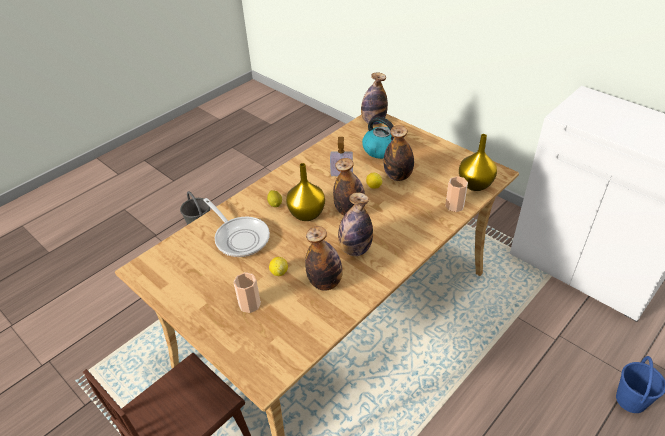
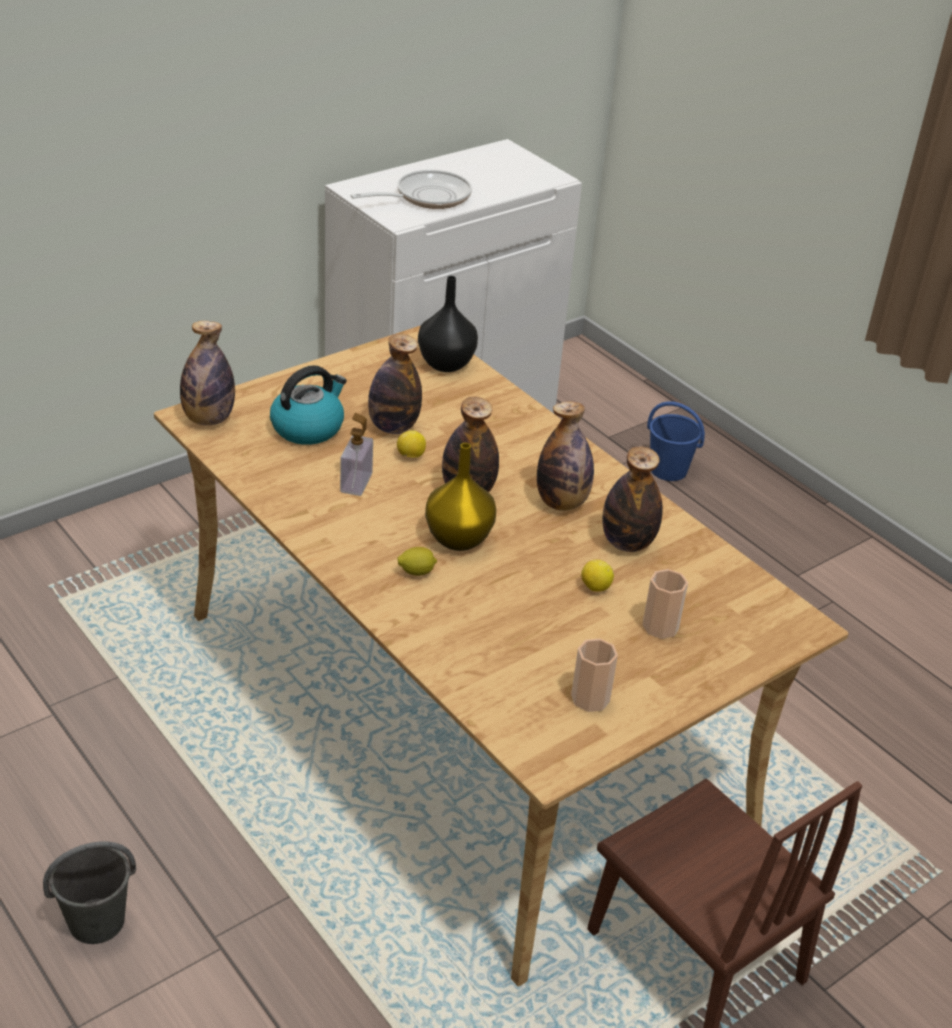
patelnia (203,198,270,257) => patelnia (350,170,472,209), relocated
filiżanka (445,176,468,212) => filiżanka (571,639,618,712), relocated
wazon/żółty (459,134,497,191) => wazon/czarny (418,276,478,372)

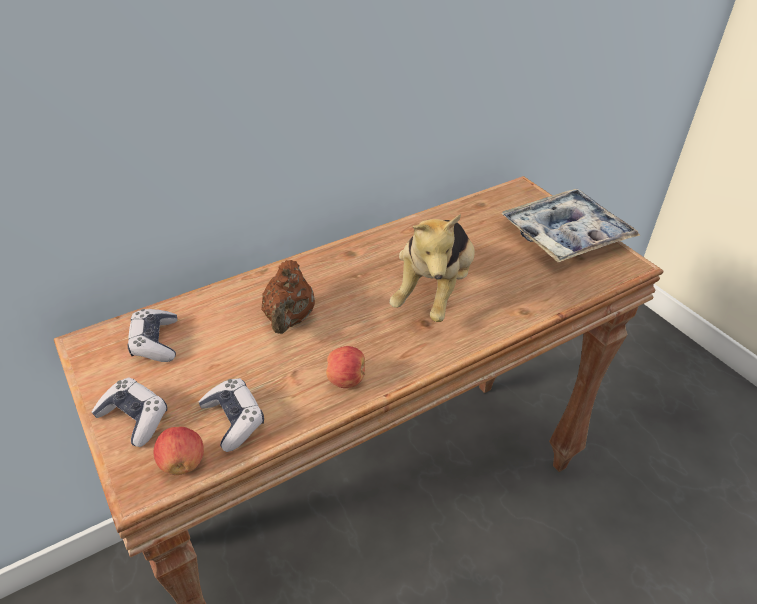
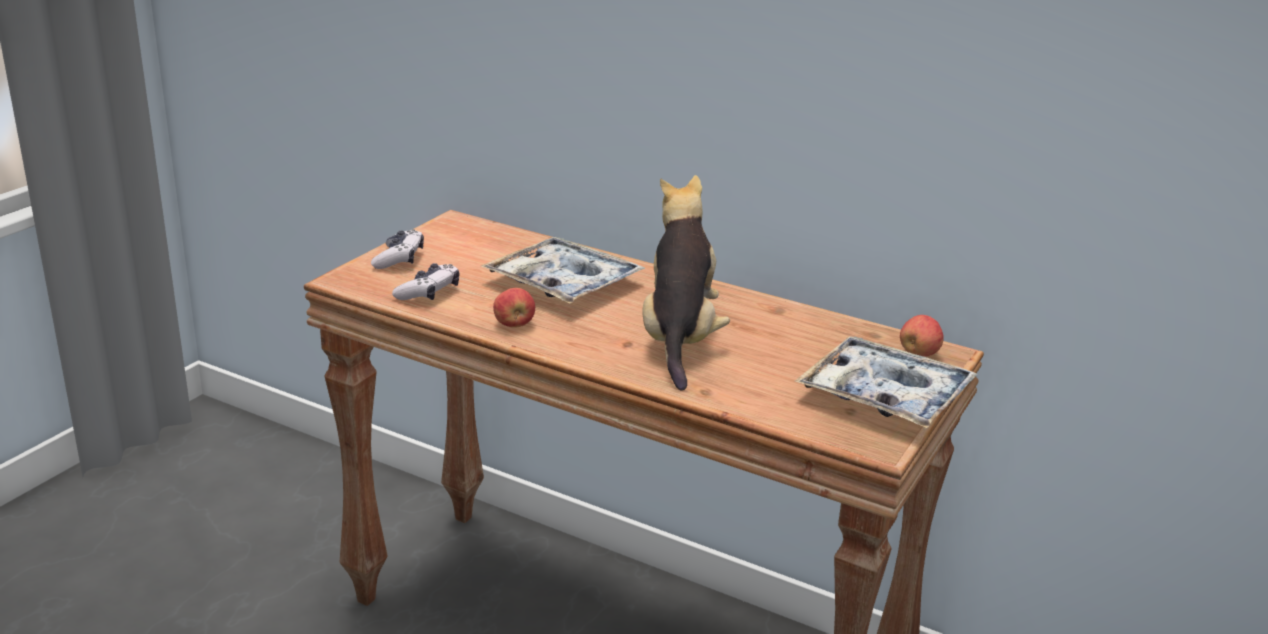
pad do gier (128,309,177,362) => nothing
jabłko (154,427,204,475) => jabłko (900,315,944,356), relocated
imbryk/brązowy (261,260,315,334) => taca (481,237,645,304)
pluszak (390,214,475,322) => pluszak (642,175,730,391), 105 degrees clockwise

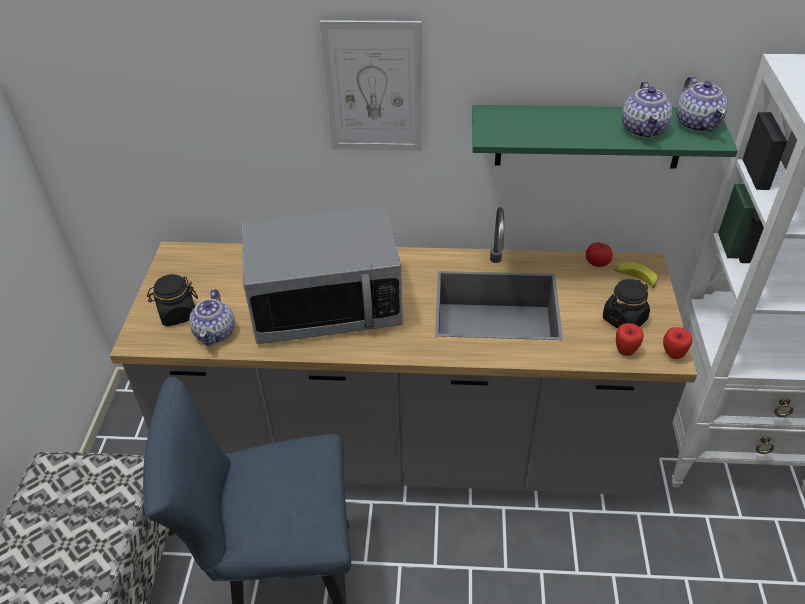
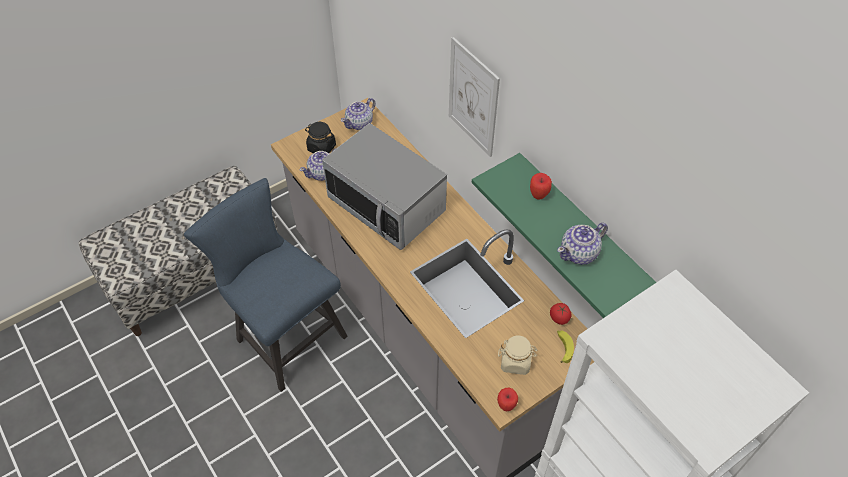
jabłko (616,323,644,356) => jabłko (530,173,552,200), relocated
imbryk (676,76,728,132) => imbryk (341,98,376,130), relocated
słoik/czarny (603,279,650,328) => słoik/beżowy (498,336,538,375)

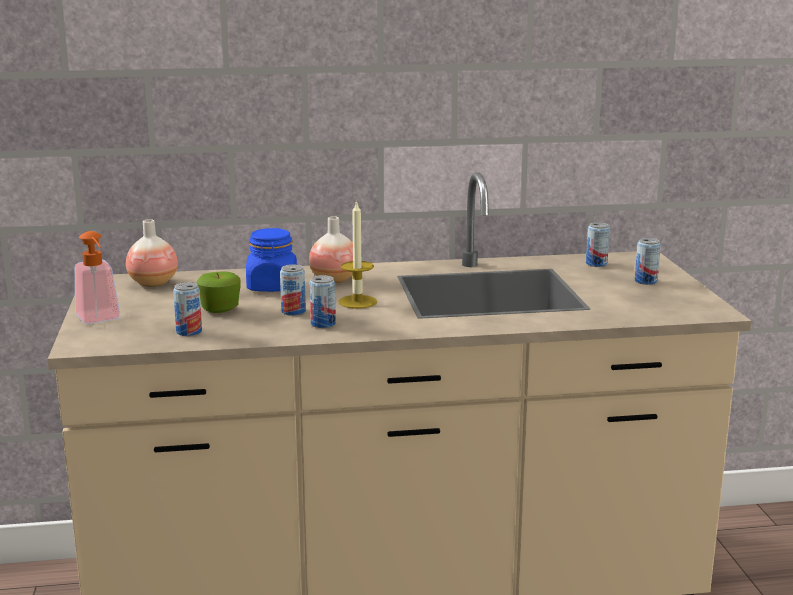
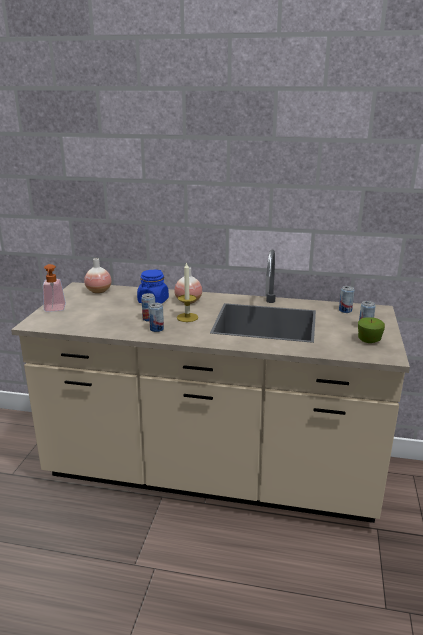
puszka (173,282,202,336) => nothing
jabłko (197,271,241,313) => jabłko (358,317,385,343), relocated

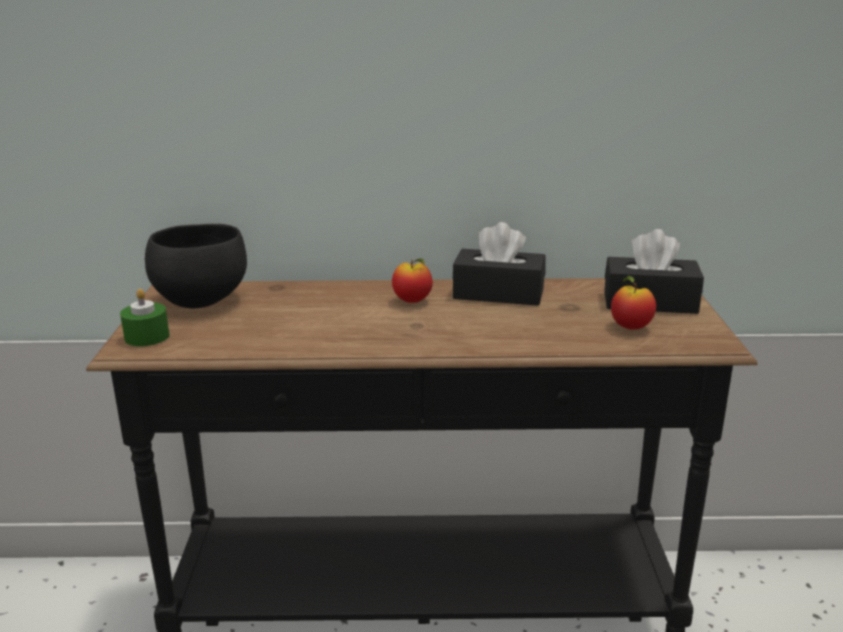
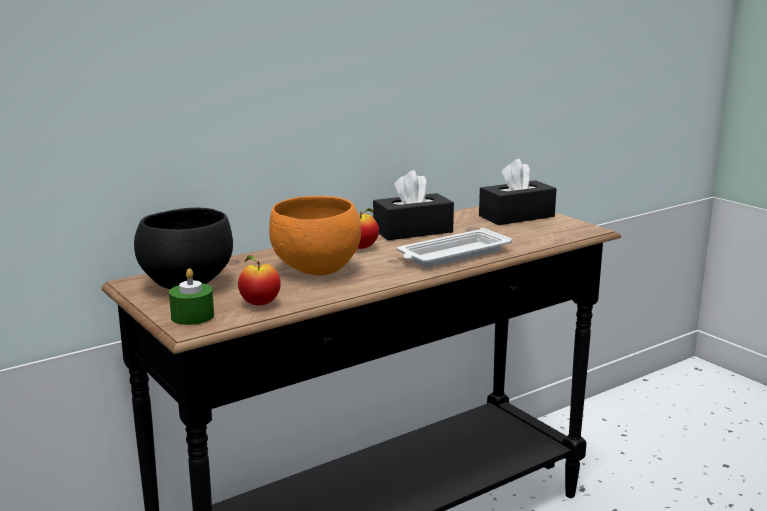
nothing => miska/pomarańczowy (269,196,361,276)
nothing => taca/biały (397,228,512,268)
jabłko (611,276,656,330) => jabłko (238,255,281,305), relocated

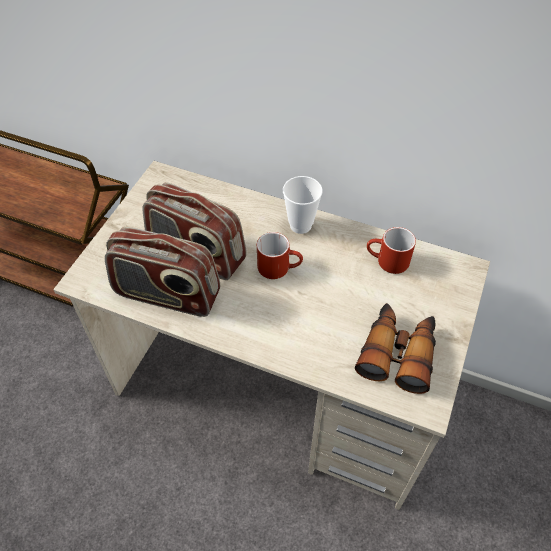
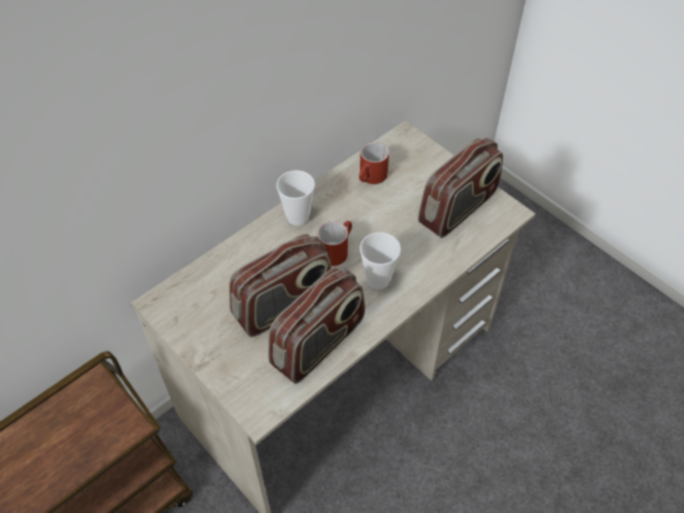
nothing => filiżanka (360,232,401,289)
lornetka (355,303,436,394) => radio (418,138,504,238)

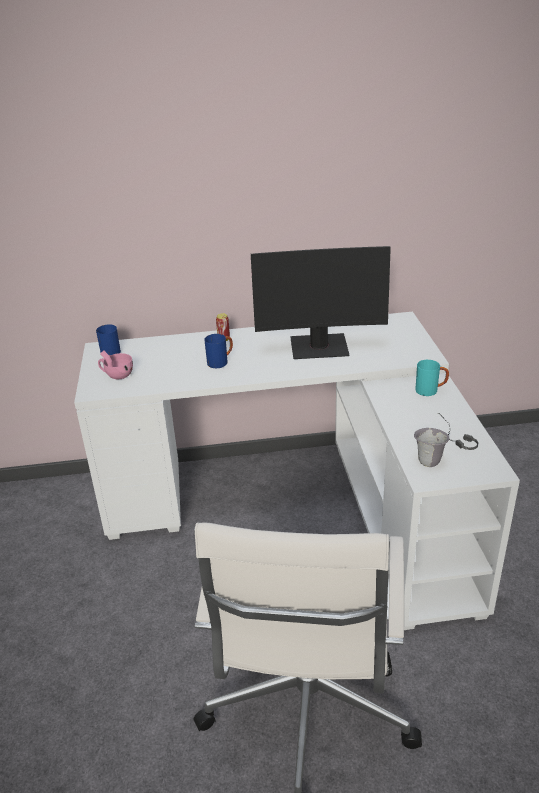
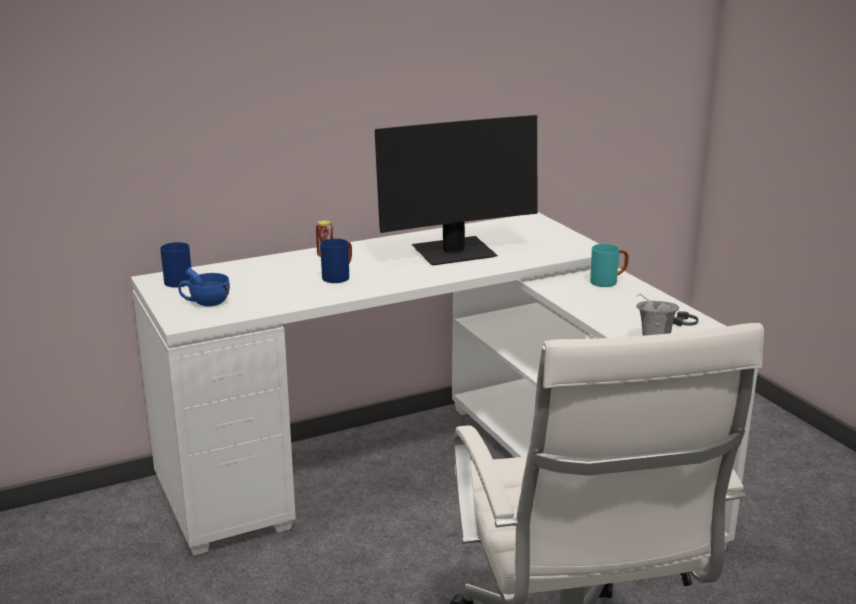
filiżanka/różowy (98,351,133,379) => filiżanka/niebieski (178,267,230,306)

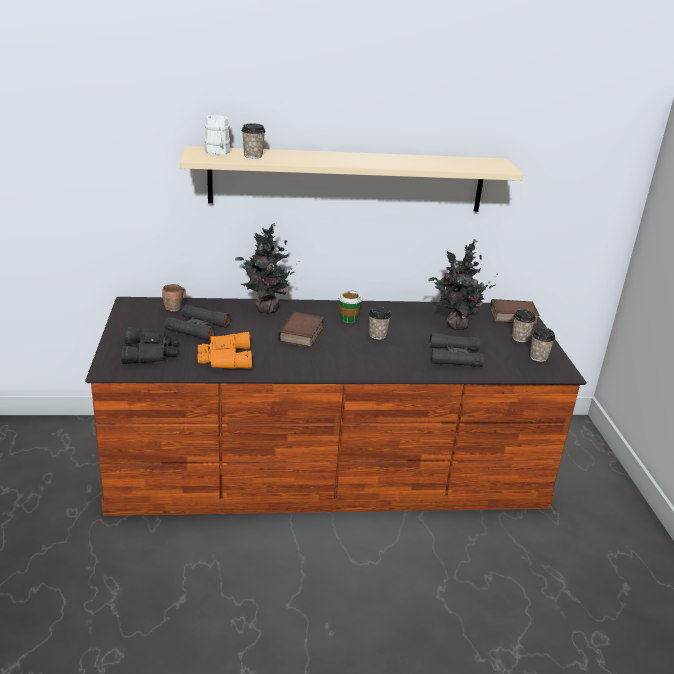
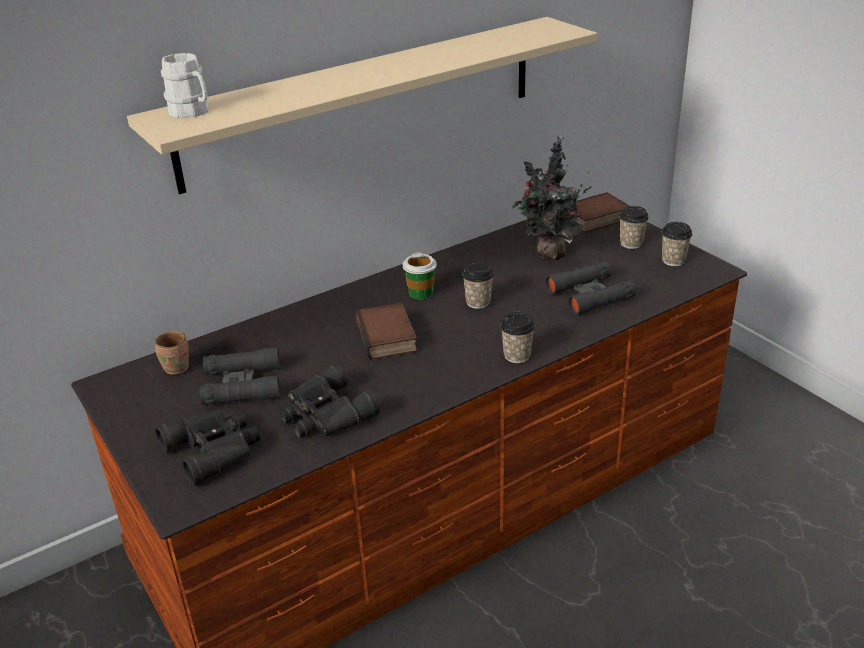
roślina doniczkowa (235,223,297,313) => nothing
filiżanka (242,123,266,158) => filiżanka (500,312,535,363), relocated
lornetka/pomarańczowy (198,332,252,369) => lornetka/czarny (279,363,380,438)

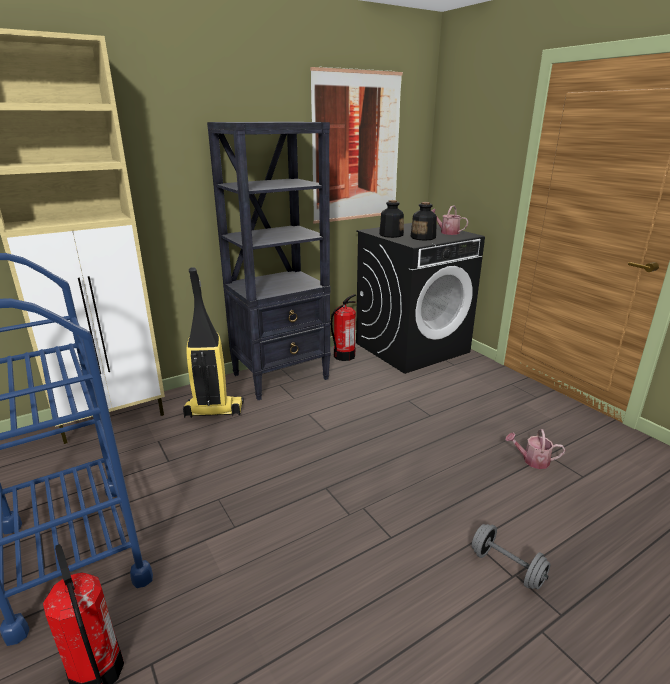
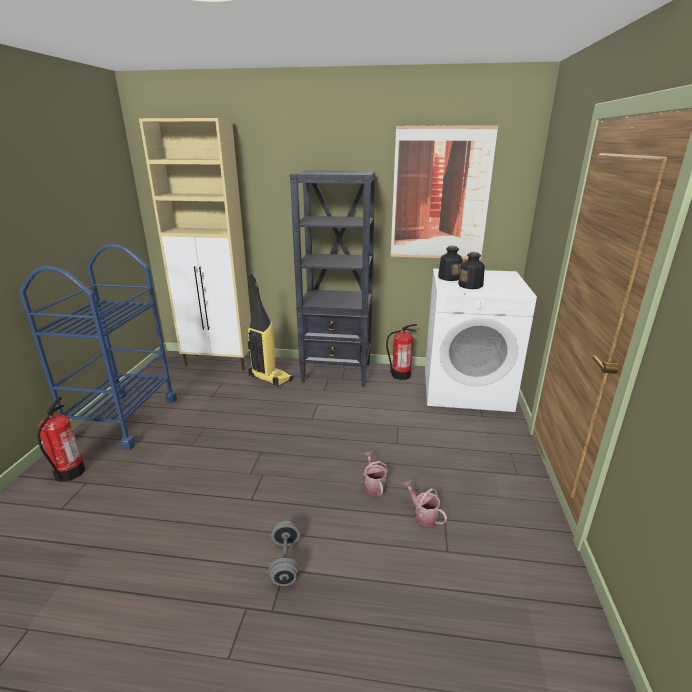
konewka (432,205,469,235) => konewka (364,452,388,496), relocated
pralka/czarny (356,223,485,374) => pralka/biały (425,269,537,412)

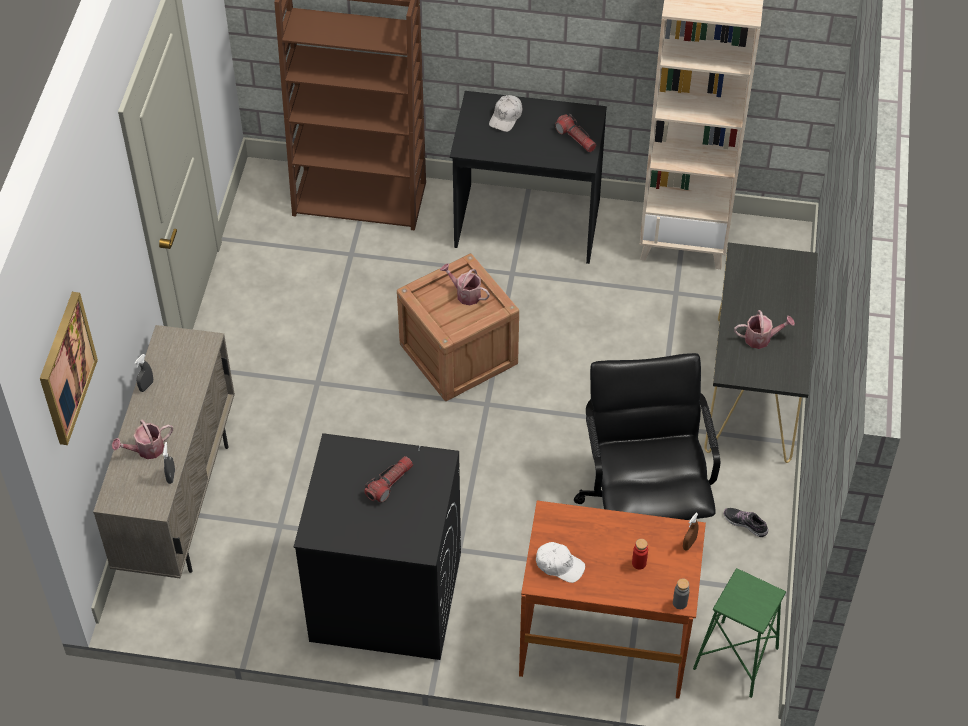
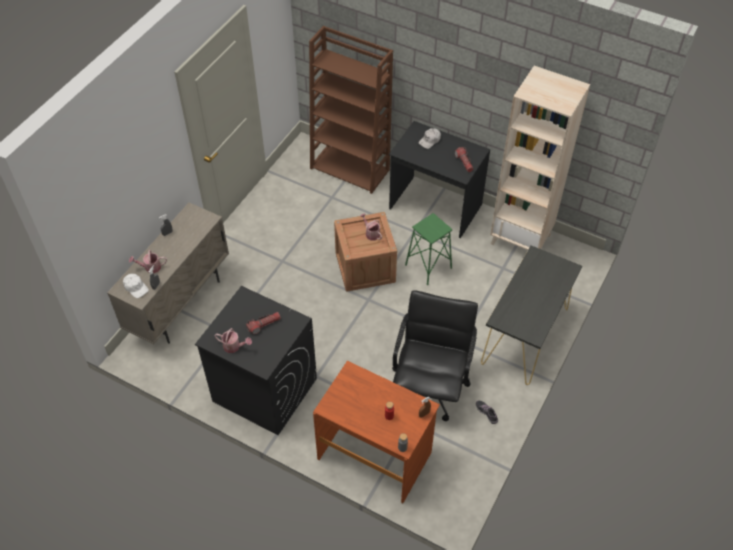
obraz (40,292,98,445) => nothing
czapka z daszkiem/biały (536,542,585,583) => czapka z daszkiem/biały (123,274,149,298), relocated
stołek/zielony (693,568,786,698) => stołek/zielony (405,213,453,285), relocated
konewka (734,310,795,349) => konewka (214,328,252,353), relocated

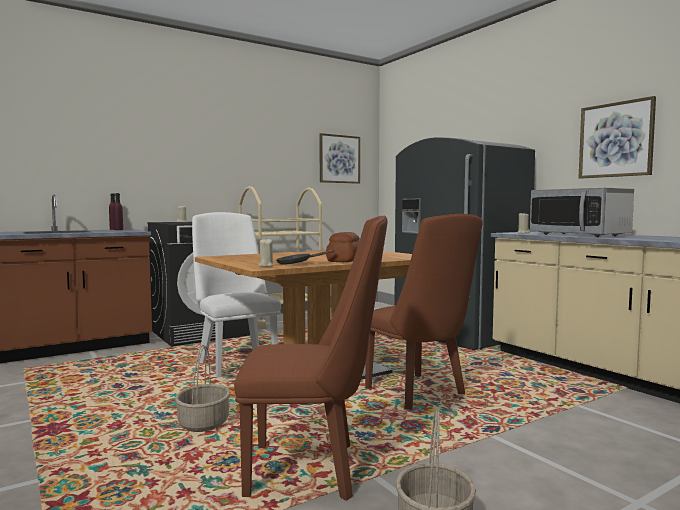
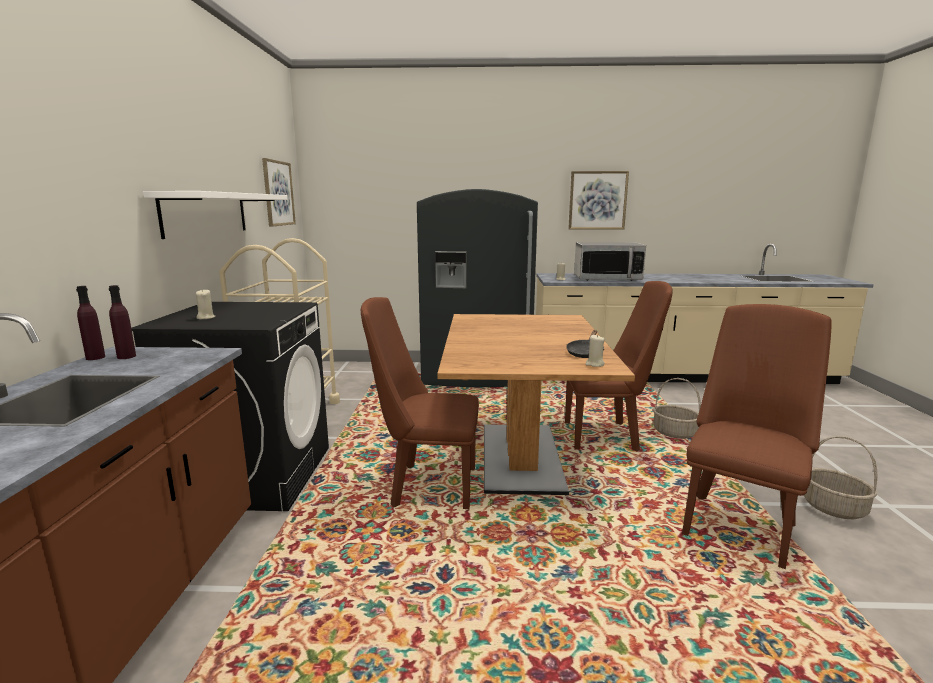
chleb (326,232,360,262) => nothing
nothing => półka/biały (143,191,287,239)
koszyk (175,345,230,432) => koszyk (653,378,701,439), relocated
krzesło/biały (192,212,281,378) => krzesło/brązowy (361,297,479,509)

